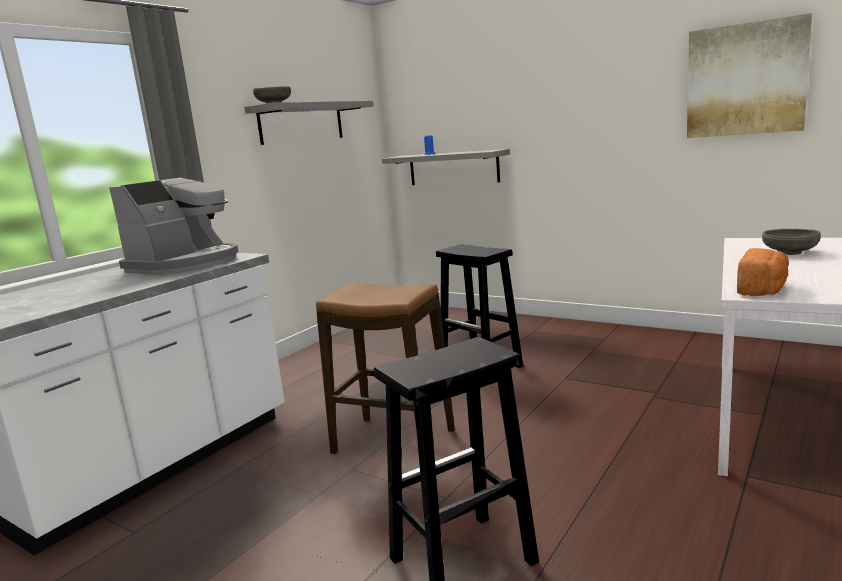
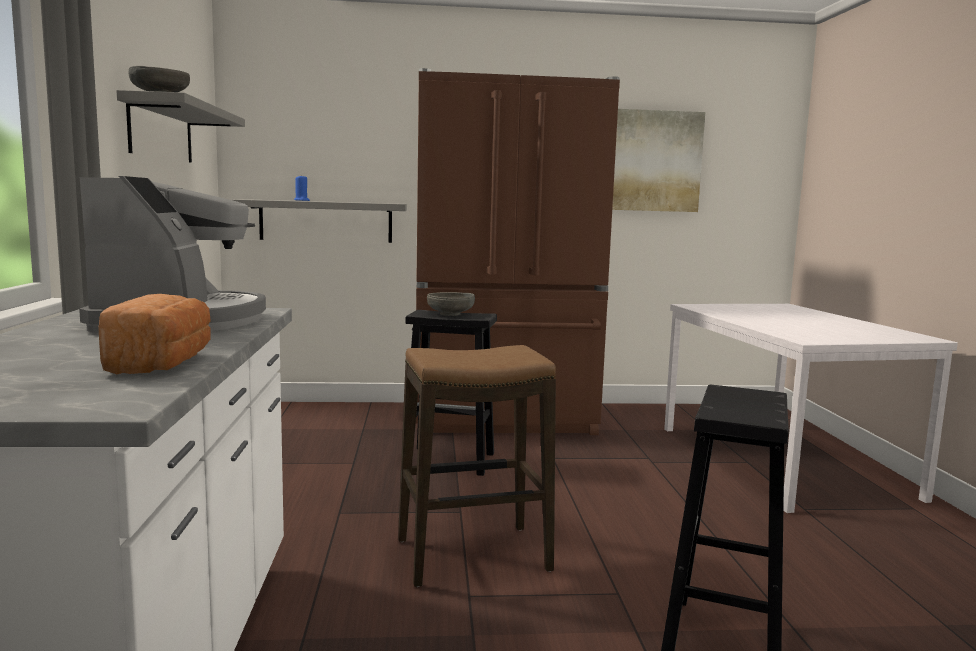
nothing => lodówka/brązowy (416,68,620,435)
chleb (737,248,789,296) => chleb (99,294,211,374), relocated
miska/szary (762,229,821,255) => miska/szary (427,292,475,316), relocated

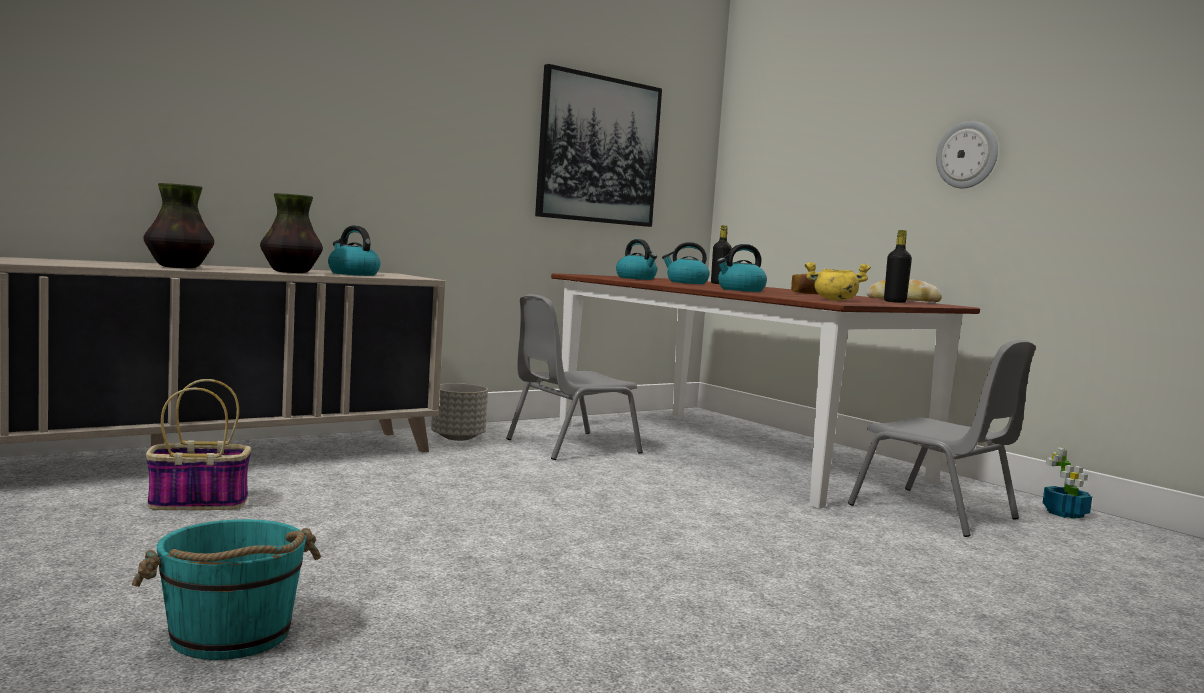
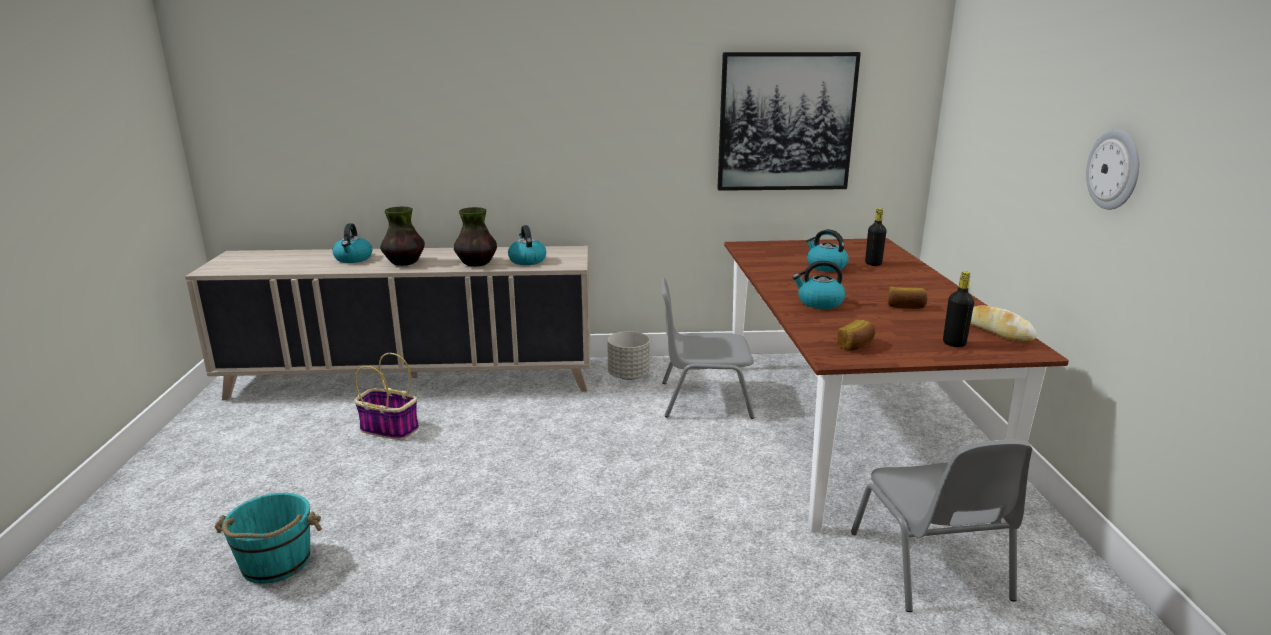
roślina doniczkowa (1042,448,1092,519) => nothing
czajnik (616,239,657,280) => czajnik (332,223,372,263), relocated
garnek/żółty (804,262,871,300) => chleb (837,320,875,351)

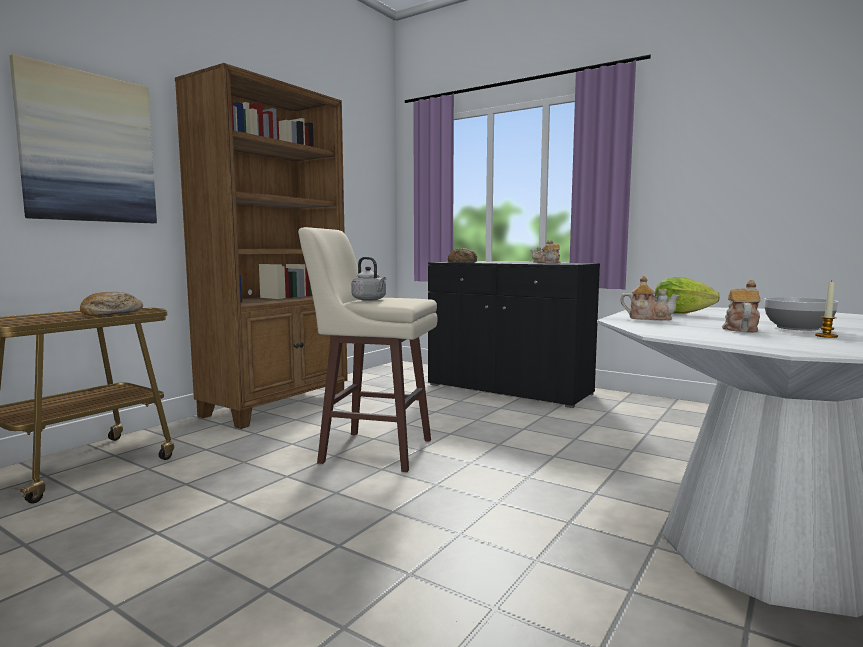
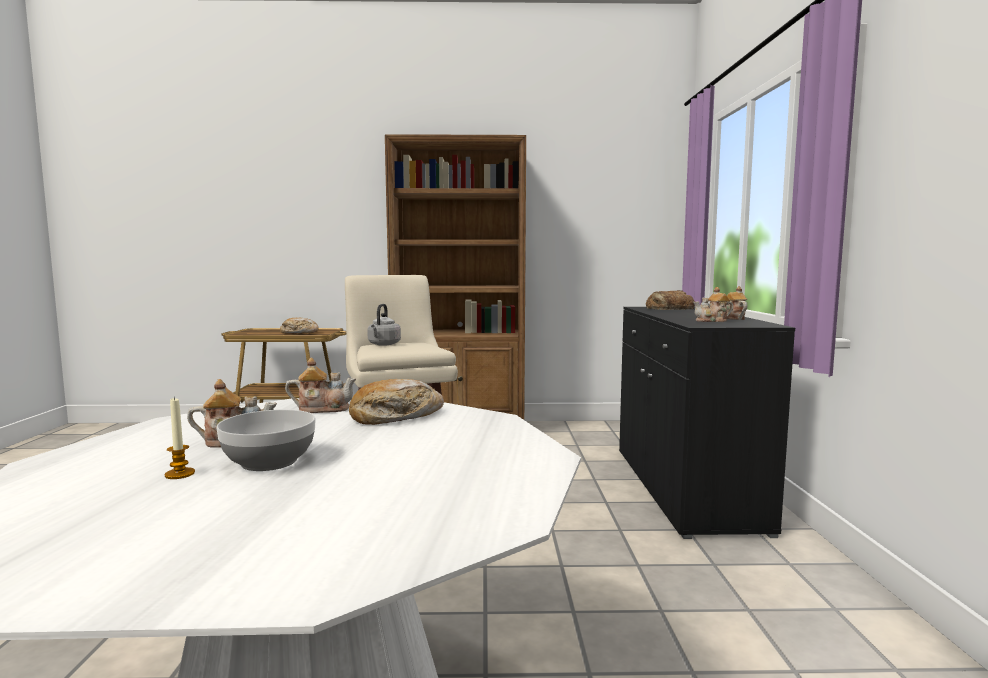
obraz (10,54,157,223) => nothing
sałata (655,277,720,314) => chleb (349,379,444,425)
imbryk (620,275,680,321) => imbryk (285,357,356,413), 90 degrees counterclockwise

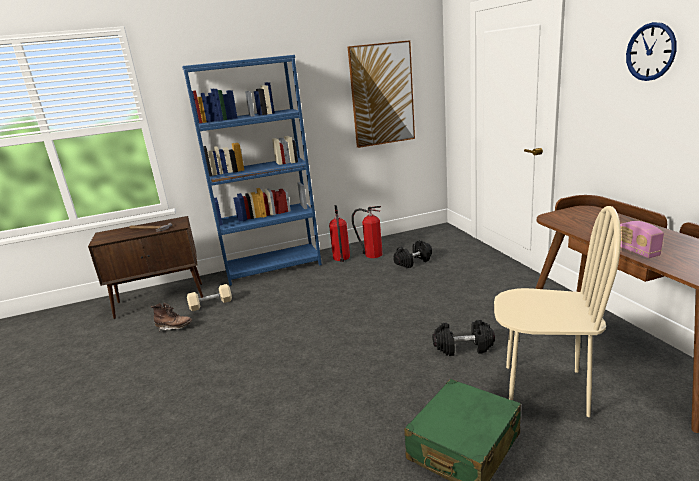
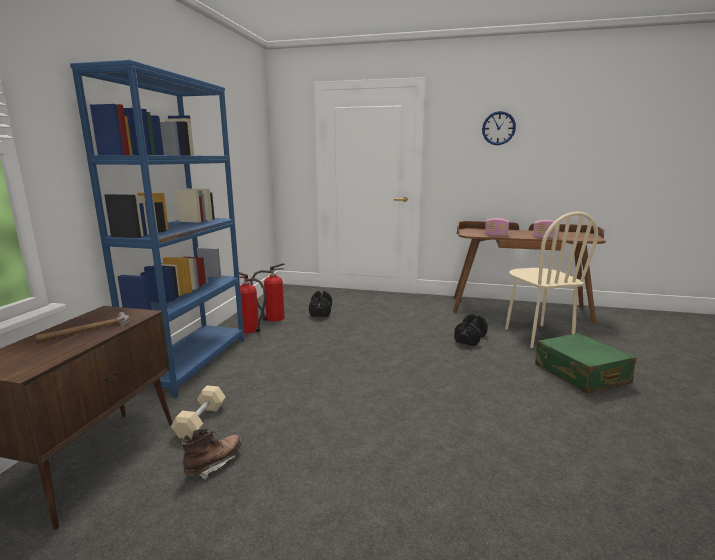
obraz (348,40,415,148) => nothing
nothing => radio (485,218,509,236)
krzesło/beżowy (494,206,621,417) => krzesło/beżowy (505,212,598,348), 120 degrees clockwise

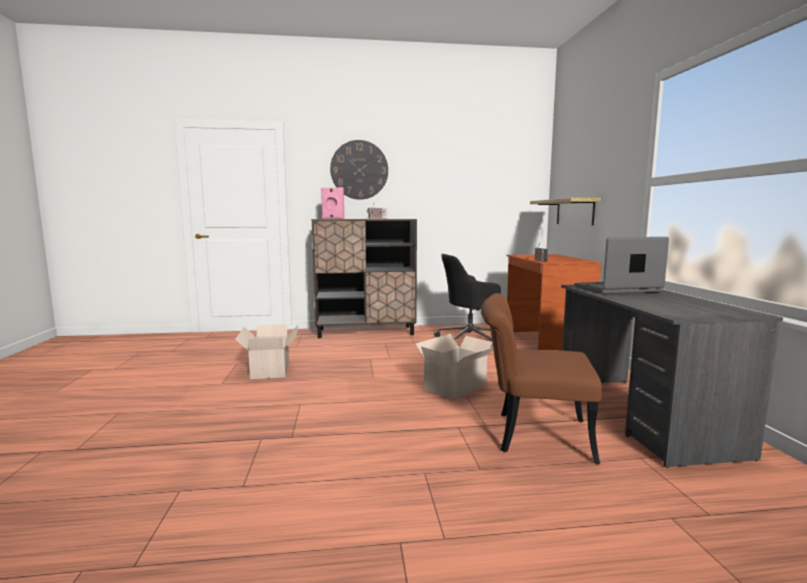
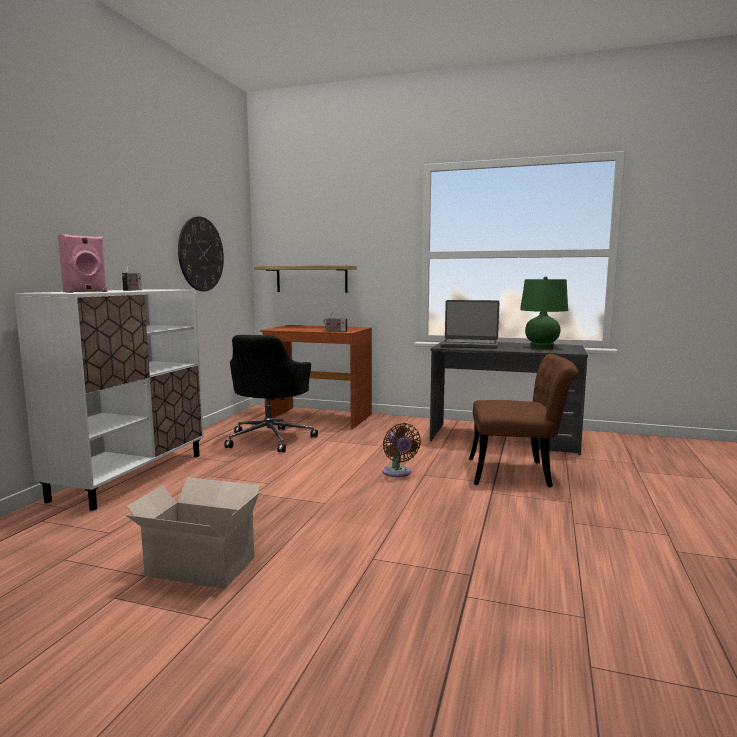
nothing => lampa stołowa/zielony (520,276,568,349)
zegar ścienny (330,140,388,200) => zegar ścienny (178,216,224,291), relocated
karton (415,334,494,400) => wentylator/brązowy (382,423,421,477)
szafka/brązowy (312,219,417,338) => szafka/biały (14,289,204,511)
krzesło/brązowy (481,293,602,464) => krzesło/brązowy (469,354,579,487), 120 degrees counterclockwise
laptop (574,237,669,294) => laptop (441,300,499,349), 90 degrees counterclockwise

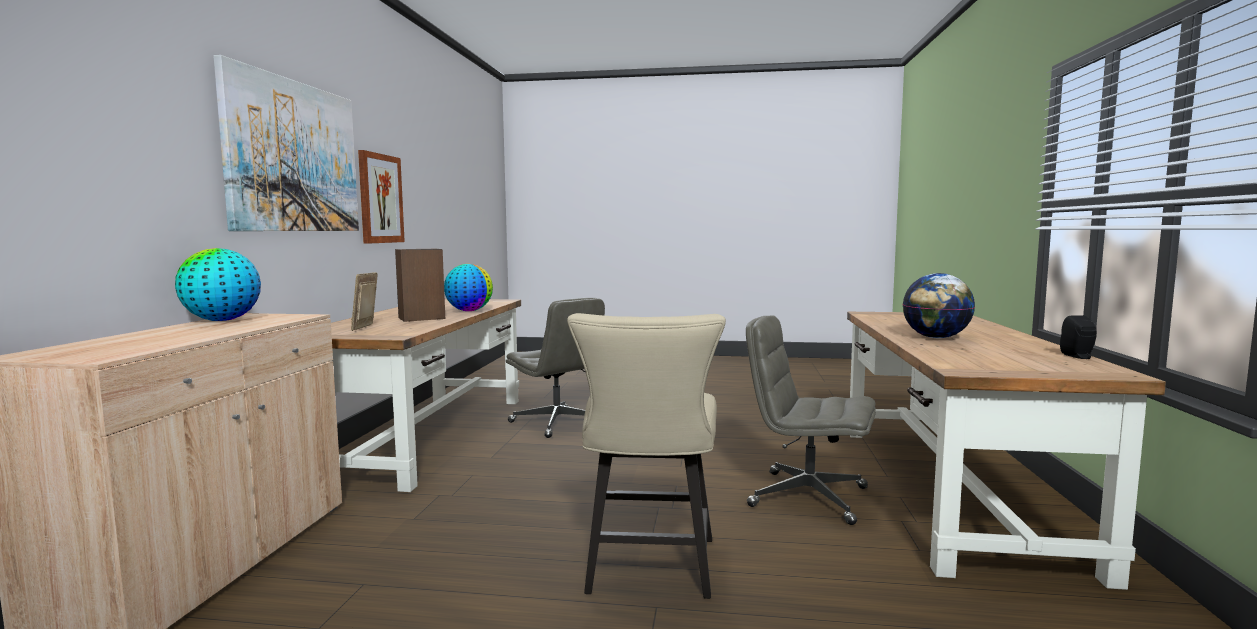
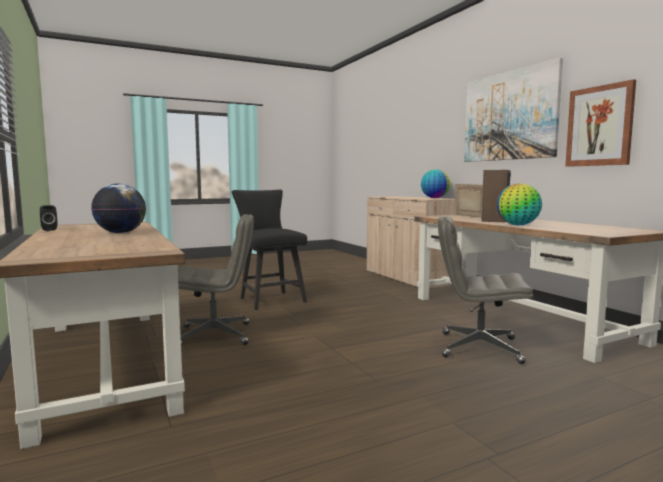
krzesło/beżowy (567,313,726,599) => krzesło/czarny (232,190,307,310)

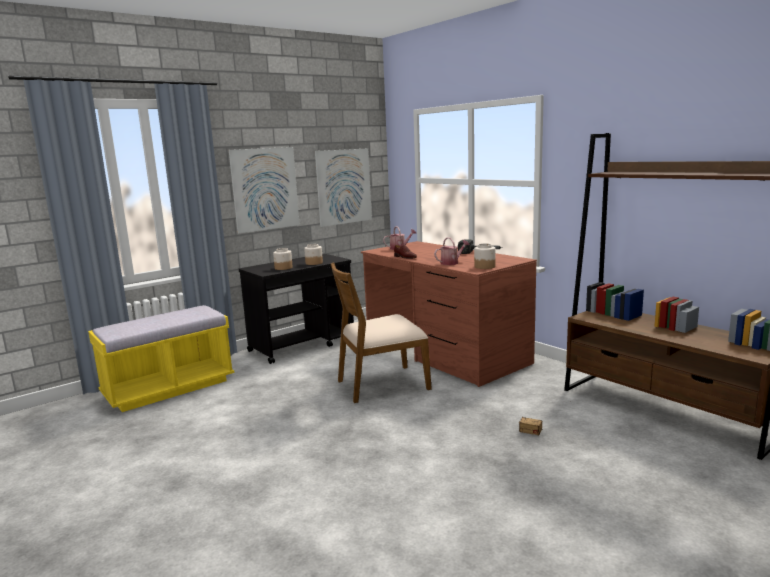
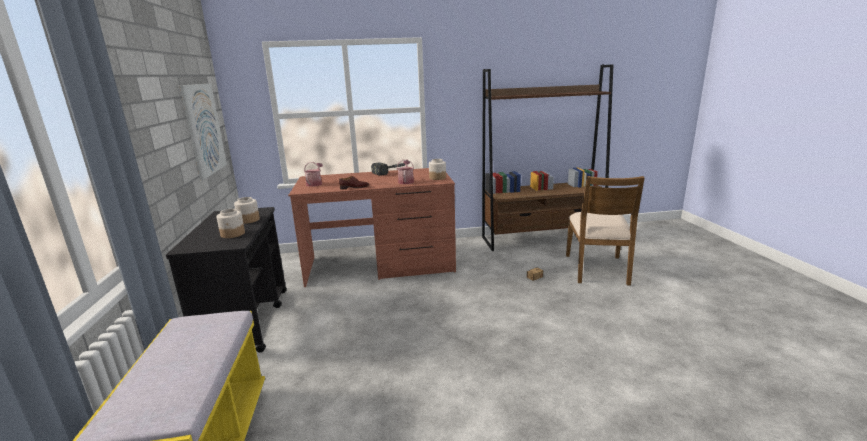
obraz (229,147,300,234) => nothing
krzesło/brązowy (331,262,432,403) => krzesło/brązowy (566,176,645,286), relocated

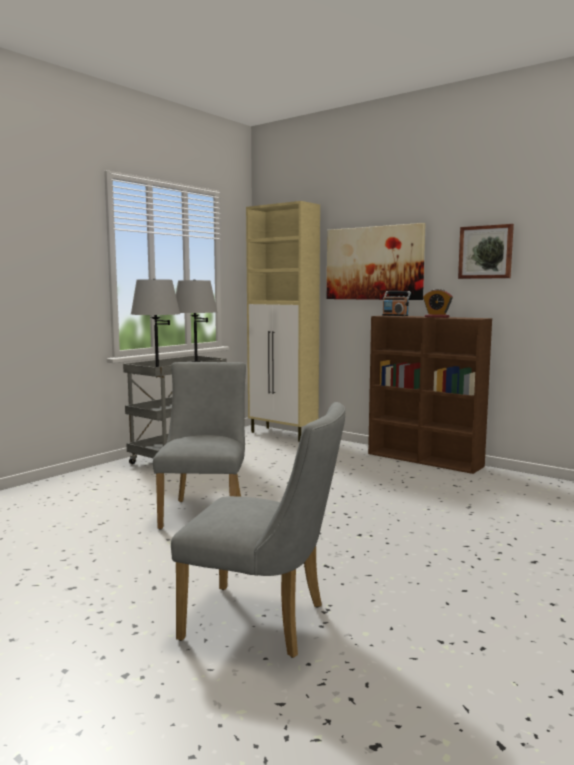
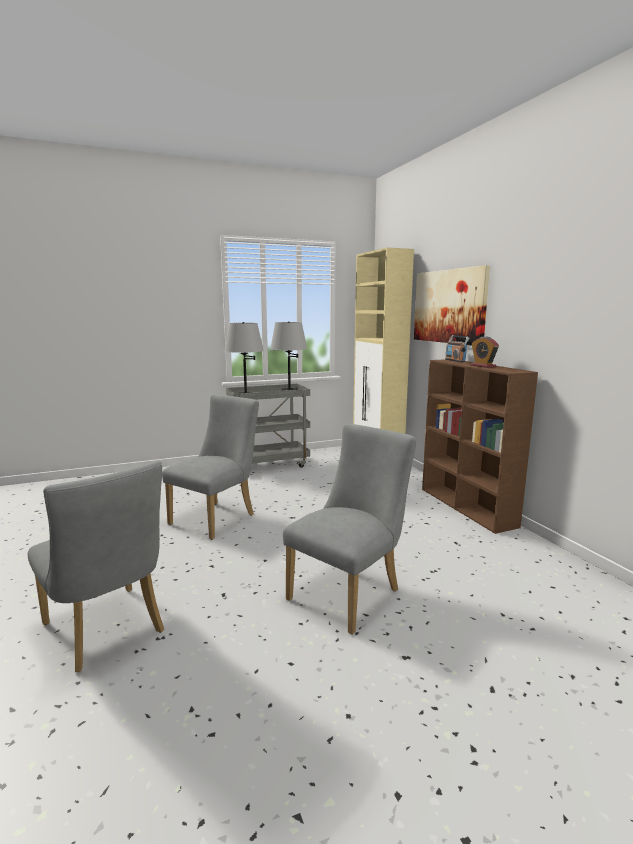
obraz (458,224,514,279) => nothing
nothing => krzesło/szary (283,424,416,634)

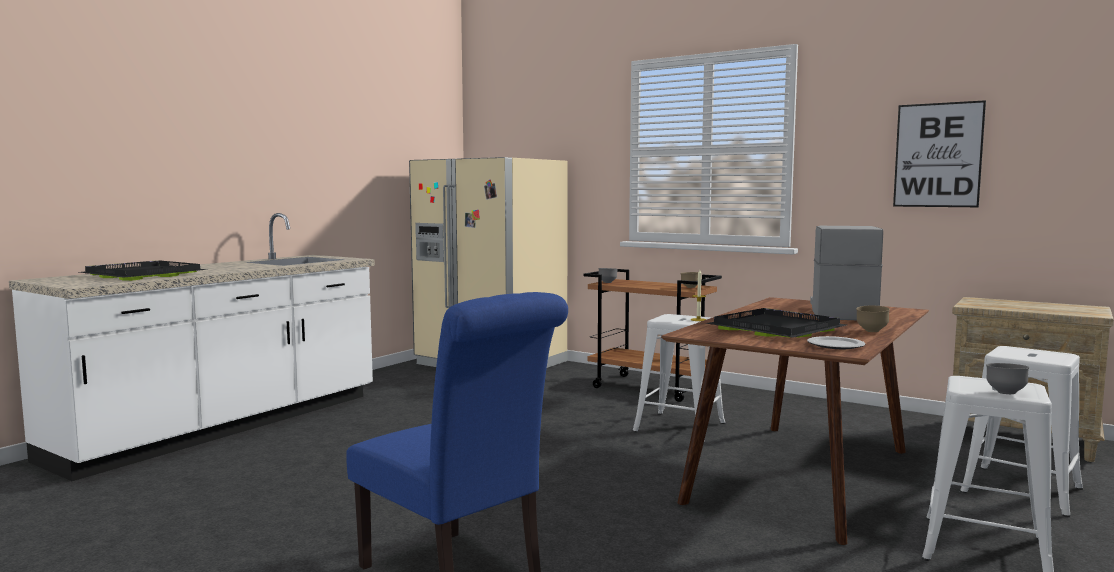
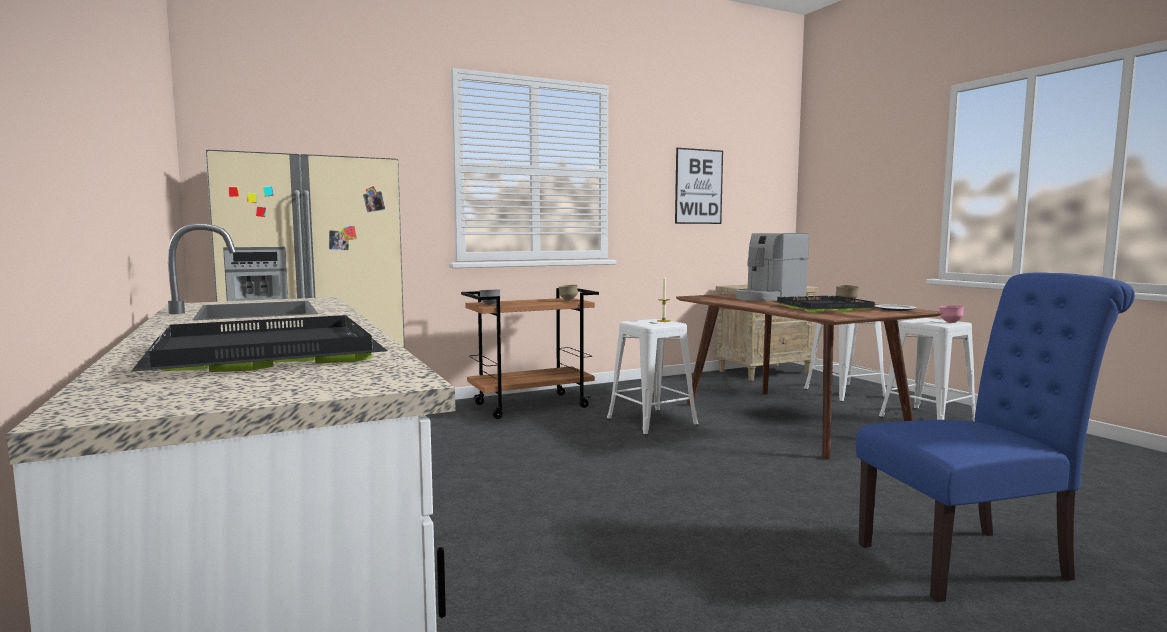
miska/szary (986,363,1029,394) => miska/różowy (939,305,964,323)
ekspres do kawy (810,226,883,320) => ekspres do kawy (734,233,809,301), 75 degrees counterclockwise

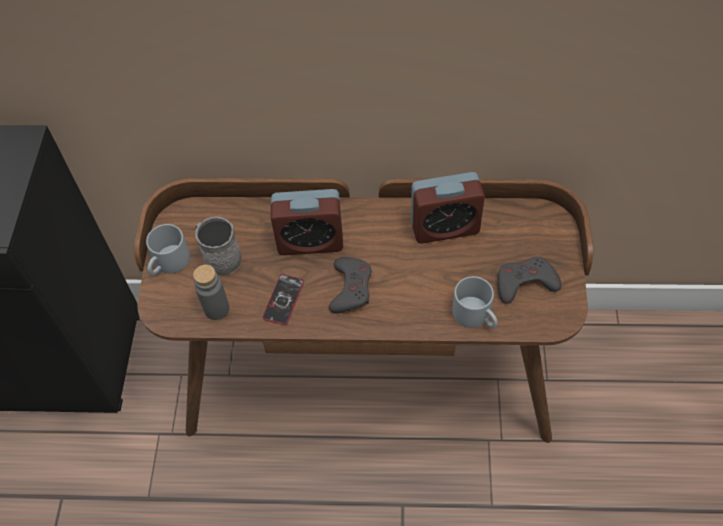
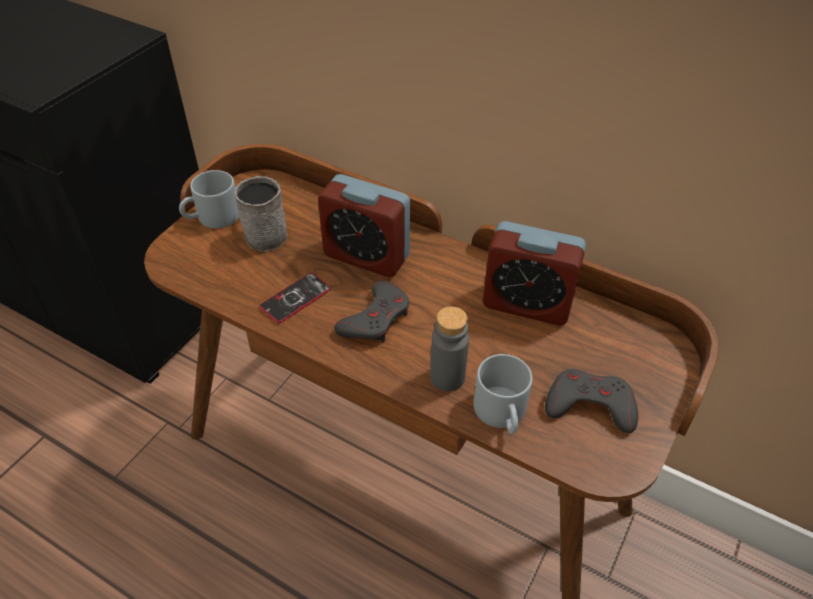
butelka/szary (193,265,229,320) => butelka/szary (430,306,469,391), relocated

